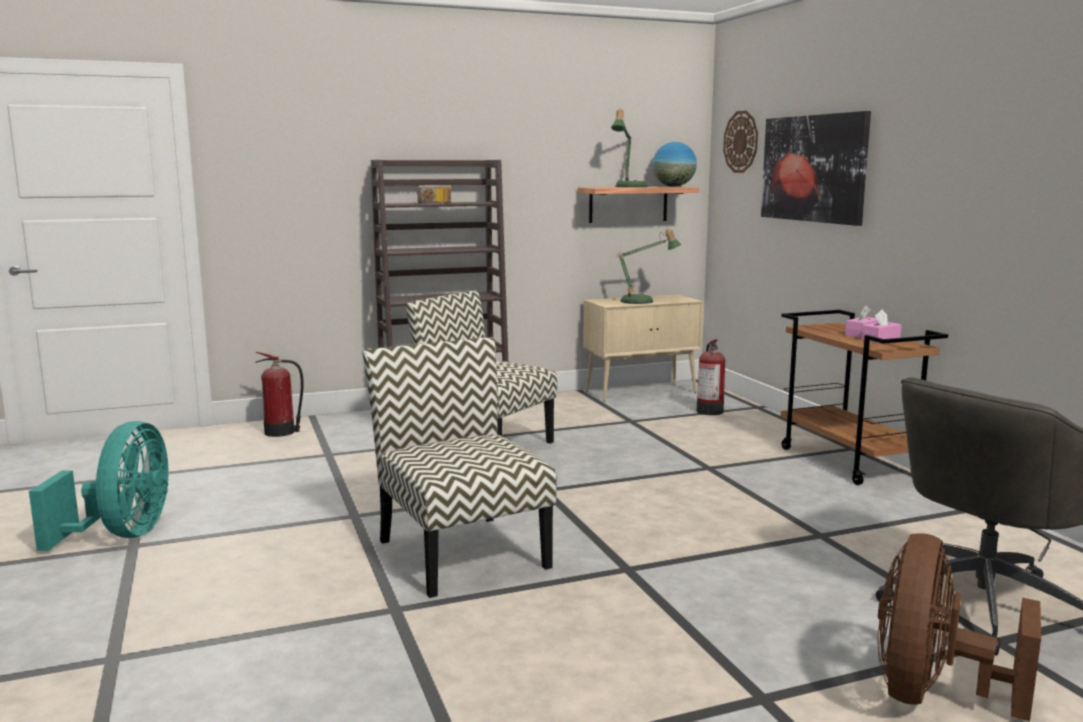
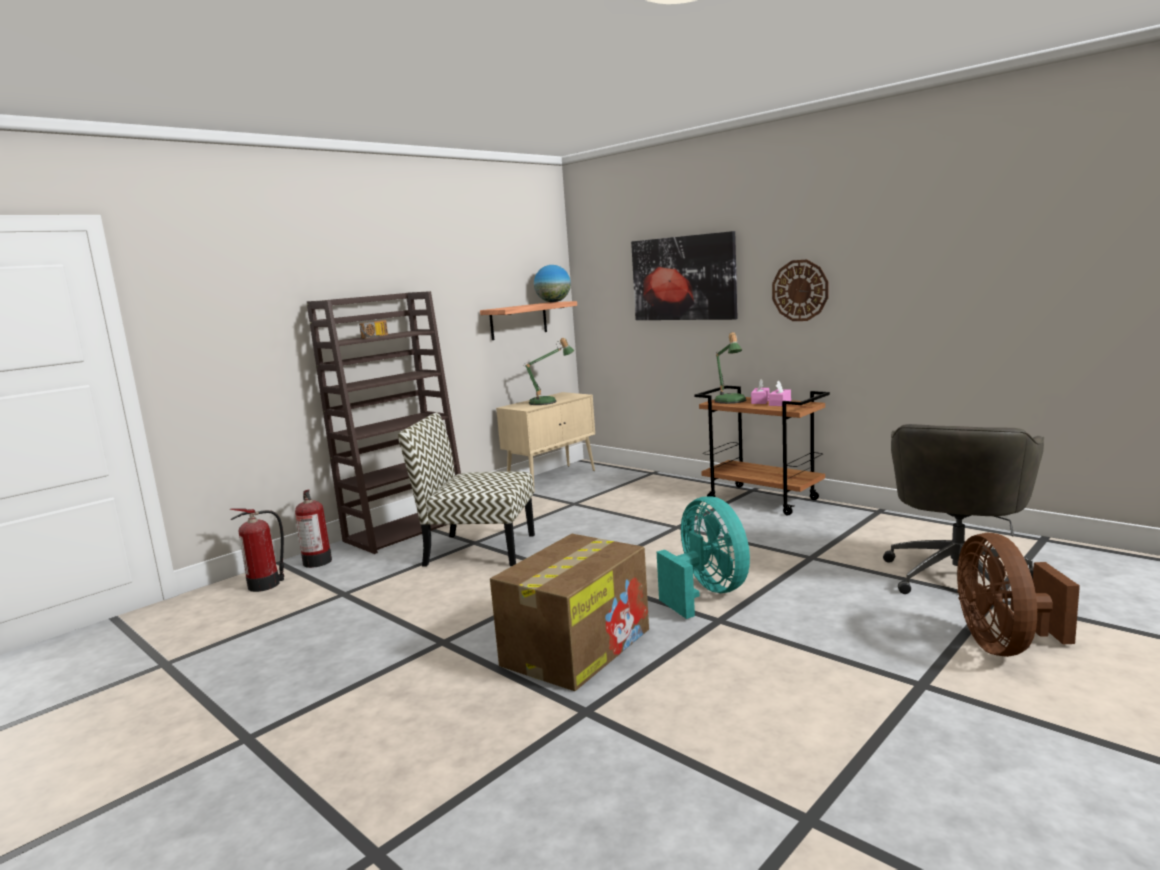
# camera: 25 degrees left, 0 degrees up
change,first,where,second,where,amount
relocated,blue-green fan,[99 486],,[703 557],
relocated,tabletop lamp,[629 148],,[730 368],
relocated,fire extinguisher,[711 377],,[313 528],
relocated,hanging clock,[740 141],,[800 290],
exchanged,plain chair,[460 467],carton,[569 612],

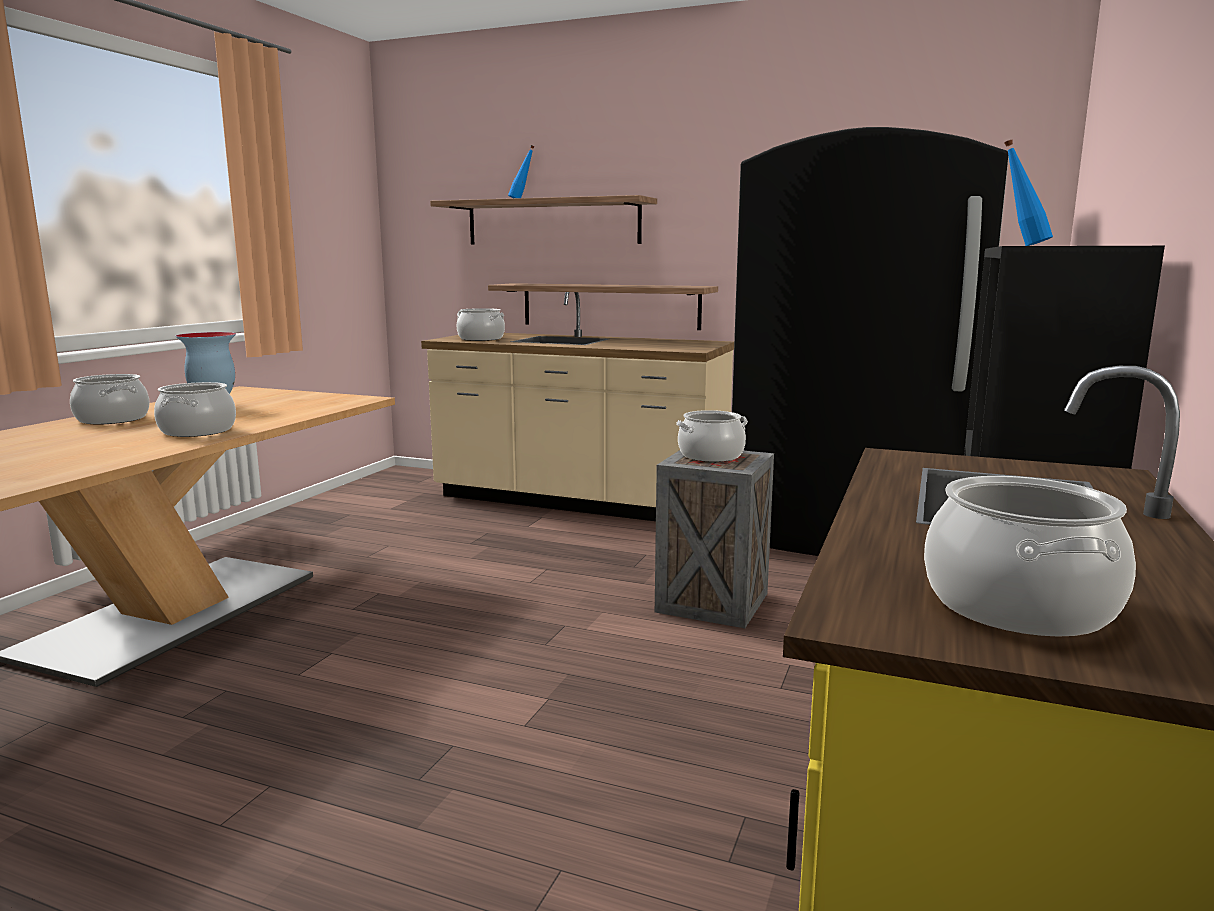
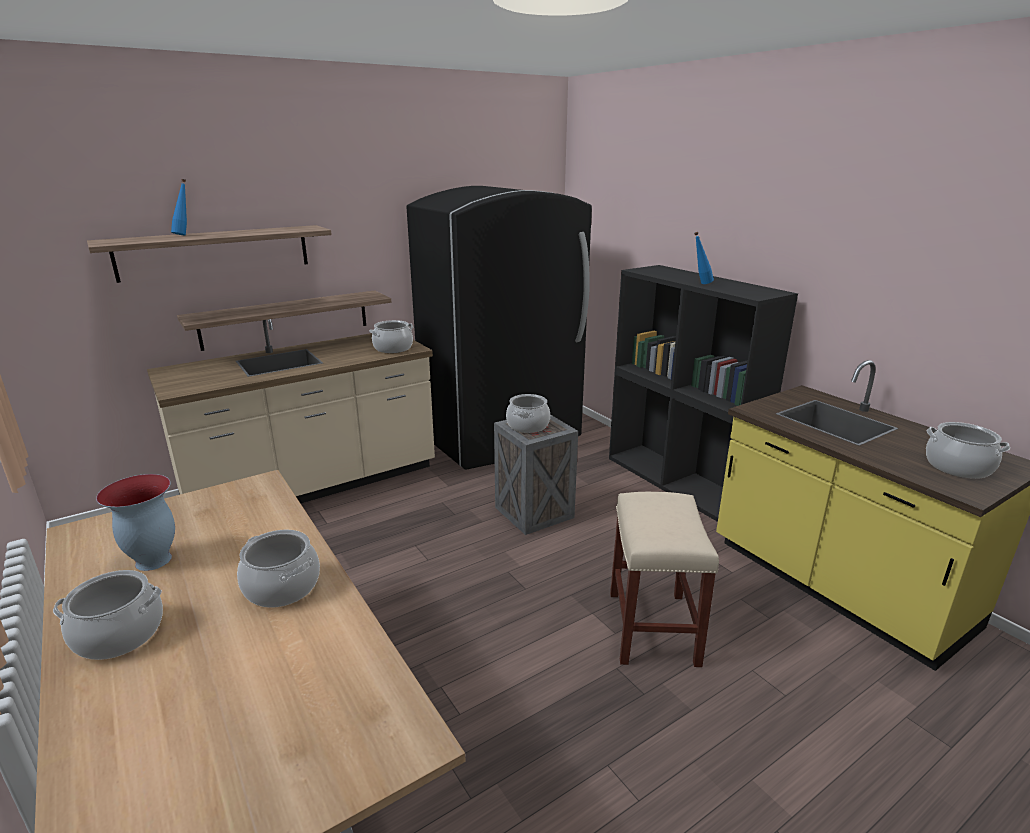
# camera: 55 degrees left, 10 degrees up
change,first,where,second,where,amount
appeared,,,sand-coloured sitting stool,[664 579],
relocated,saucepot,[481 324],,[391 336],

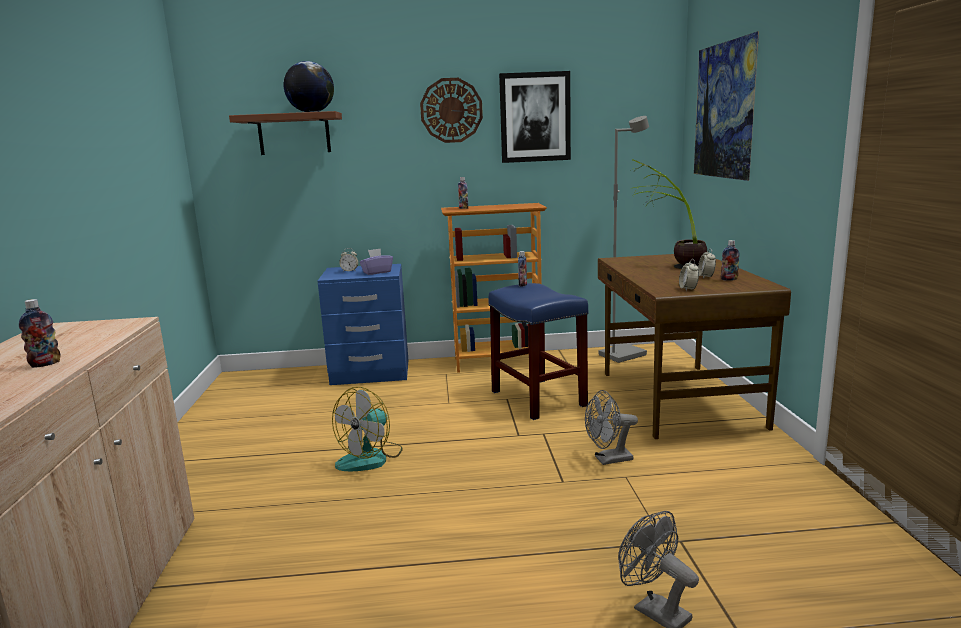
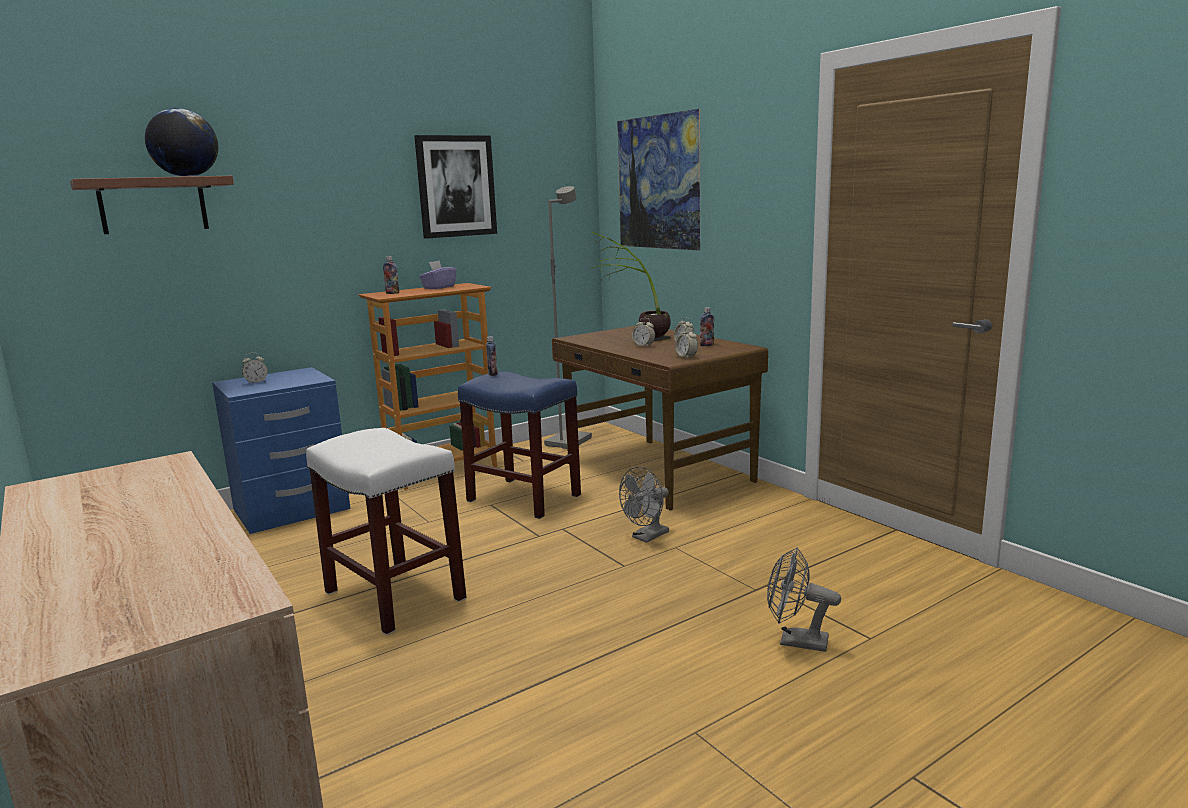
# camera: 30 degrees left, 0 degrees up
change,first,where,second,where,amount
missing,drink bottle,[40 333],,,
missing,hanging clock,[451 110],,,
appeared,,,bedside clock,[643 332],
relocated,purple tissue holder,[376 261],,[437 274],
exchanged,fan,[367 429],white sitting stool,[386 531],

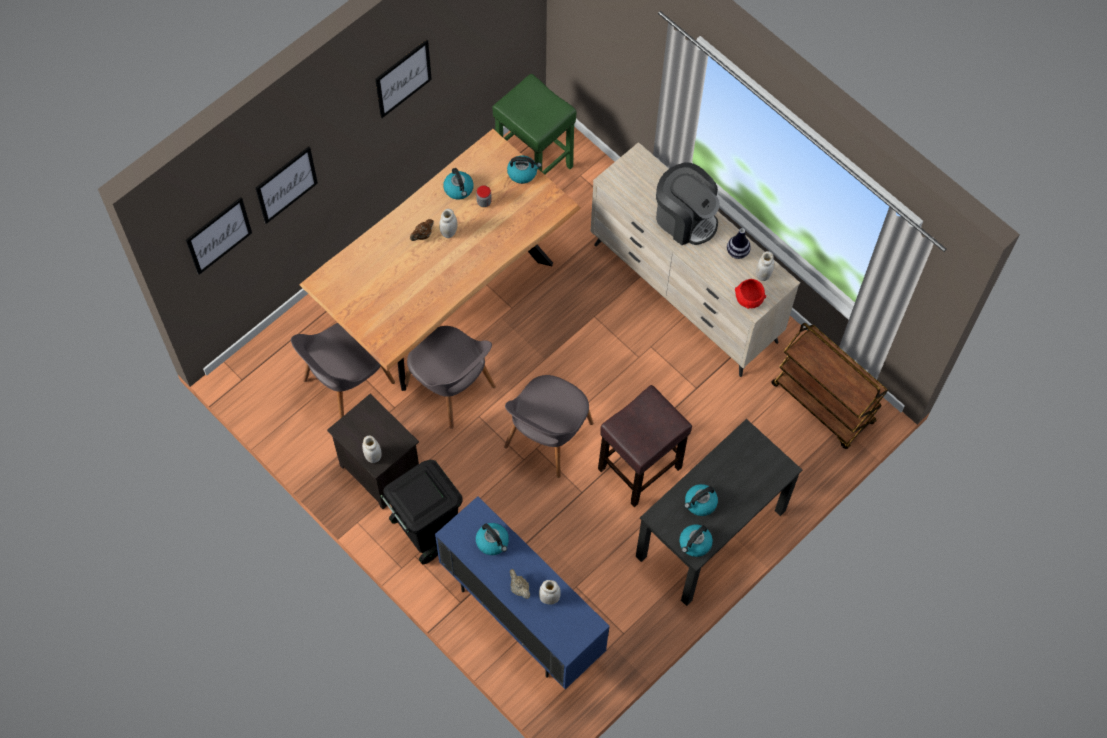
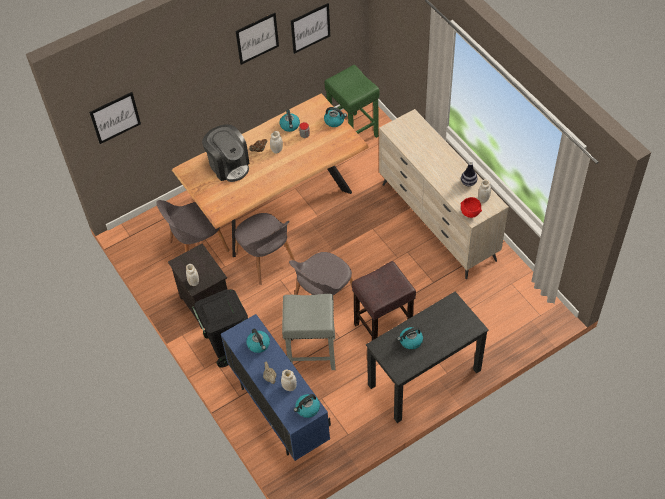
# camera: 15 degrees right, 10 degrees down
change,first,where,second,where,amount
missing,brown trolley,[829 386],,,
appeared,,,grey sitting stool,[308 332],
relocated,wall art,[287 185],,[310 28],
relocated,coffee maker,[688 203],,[225 153],
relocated,kettle,[696 540],,[307 406],

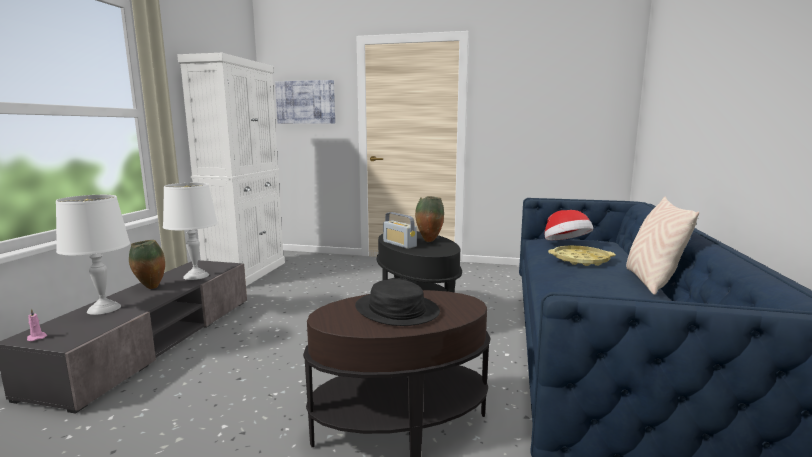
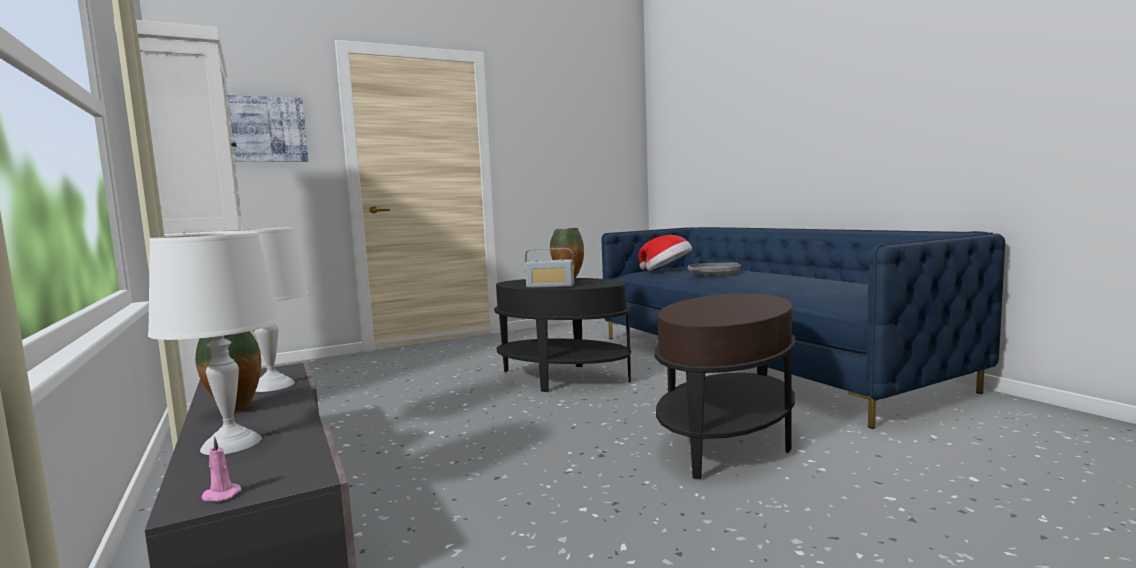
# camera: 40 degrees left, 5 degrees down
change,first,where,second,where,amount
missing,blackish clothing hat,[397 302],,,
missing,sand-coloured throw pillow,[662 246],,,
colour,yellow tray,[582 255],grey tray,[714 269],

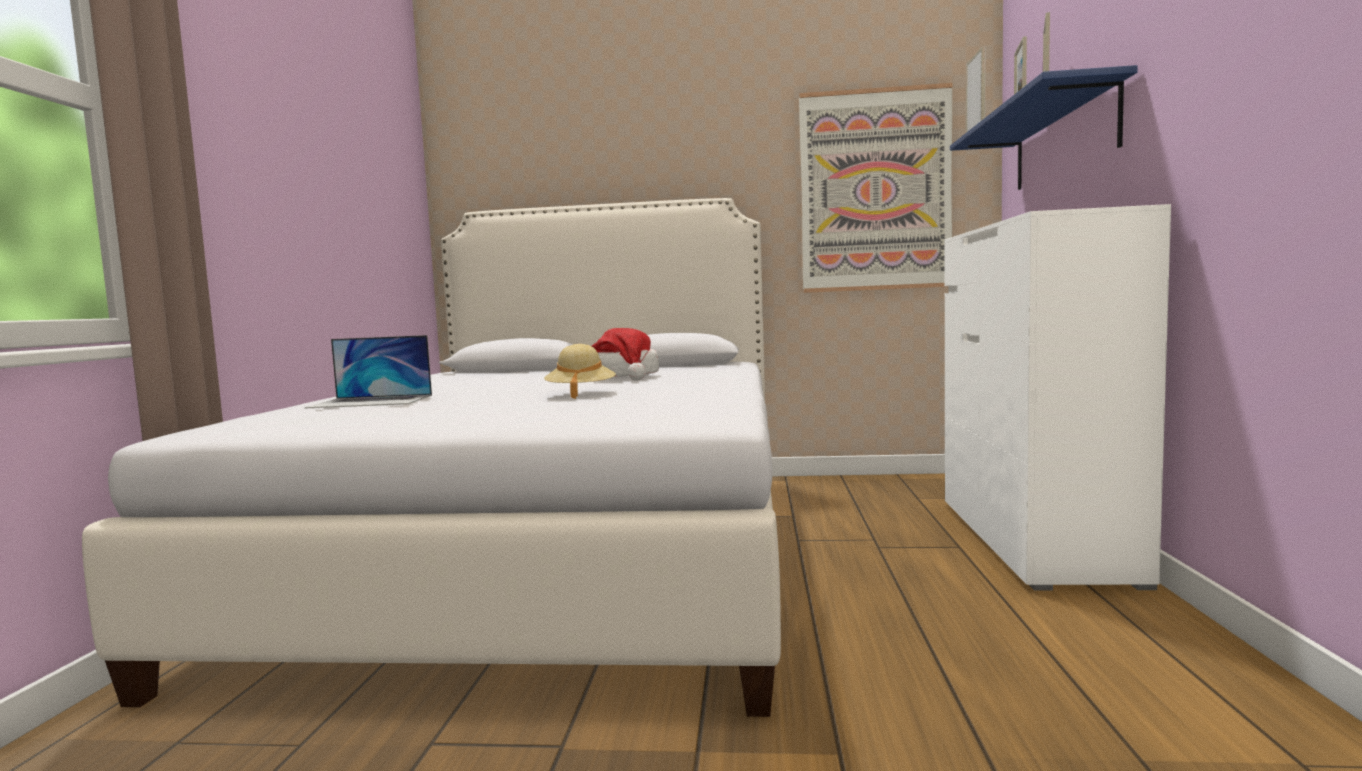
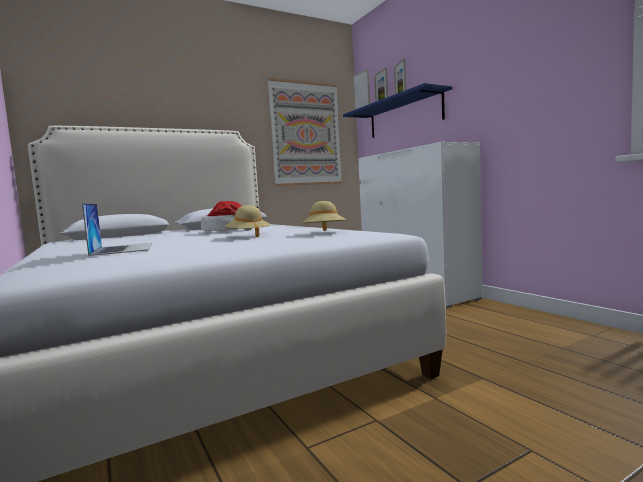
# camera: 35 degrees left, 0 degrees up
change,first,where,second,where,amount
appeared,,,sand-coloured clothing hat,[324 216],
spun,notebook computer,[368 371],,[117 229],75 degrees counterclockwise

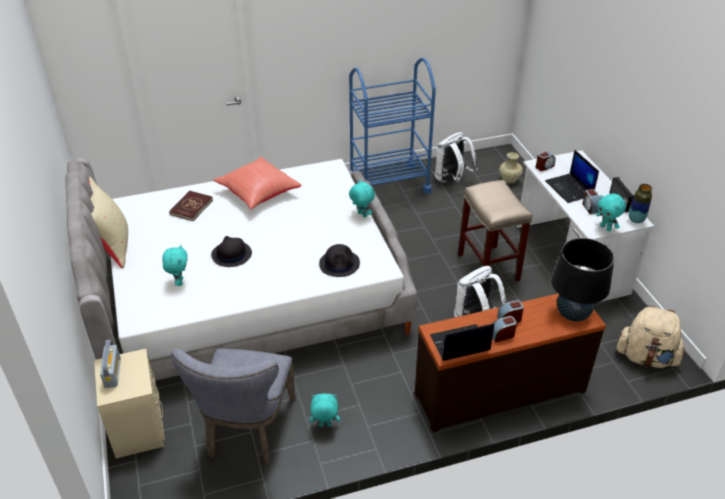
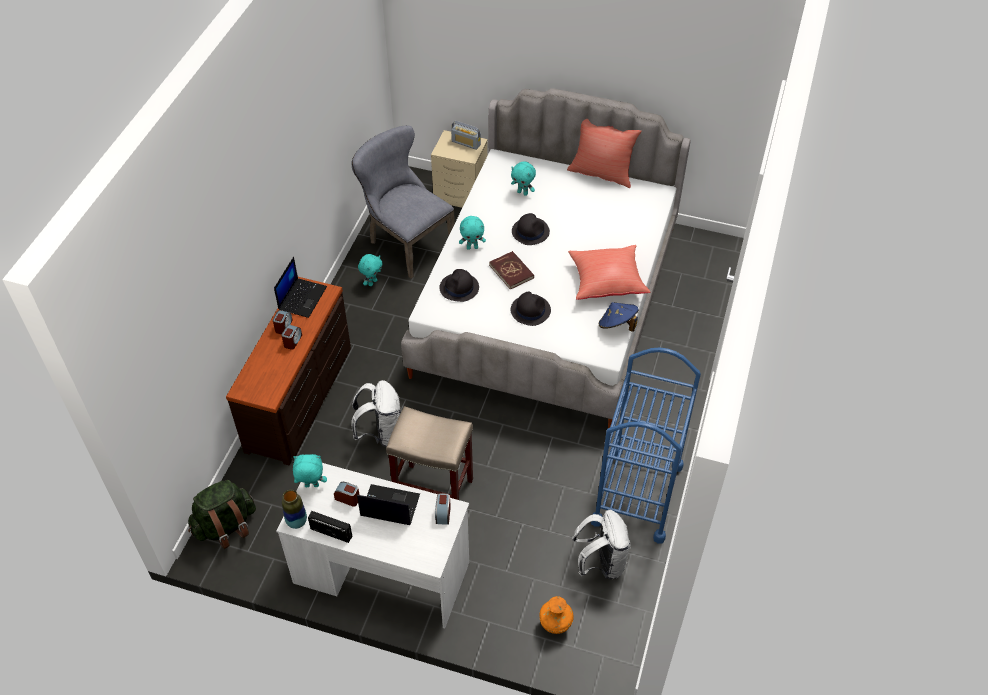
# camera: 125 degrees right, 10 degrees up
change,first,where,second,where,amount
missing,blackish tabletop lamp,[582 279],,,
appeared,,,blackish clothing hat,[531 308],
appeared,,,bluish clothing hat,[619 317],
relocated,reddish book,[191 206],,[511 270],
relocated,blue-green plush toy,[362 199],,[472 233],
colour,sand-coloured throw pillow,[108 222],reddish throw pillow,[604 153],
colour,sand-coloured flower vase,[511 168],orange-coloured flower vase,[557 615],
colour,sand-coloured knapsack,[651 337],green-coloured knapsack,[222 514],

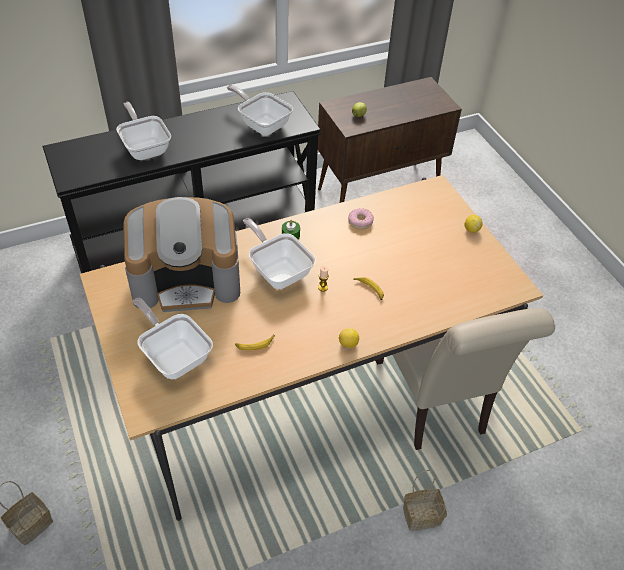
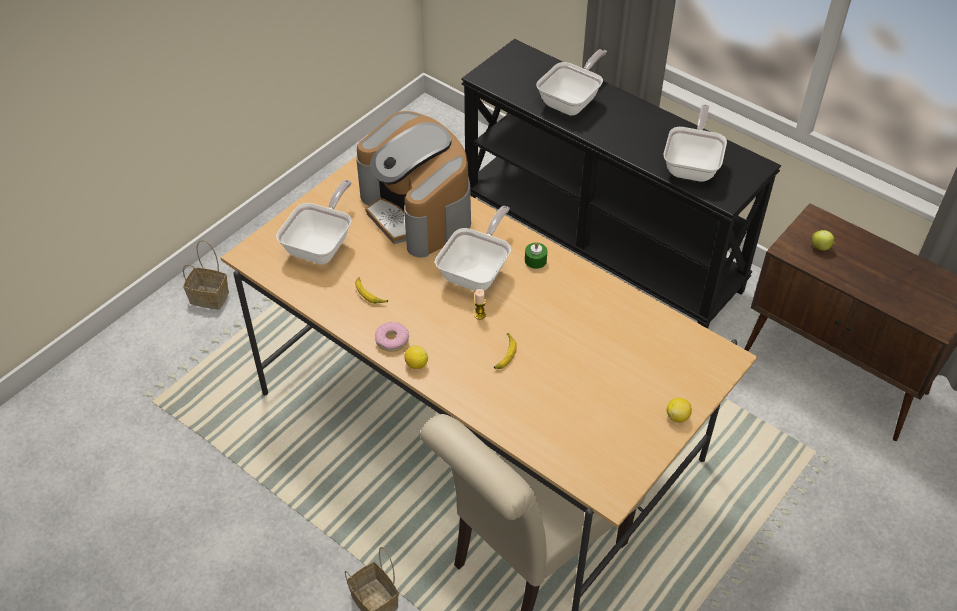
# camera: 65 degrees right, 0 degrees up
change,first,where,second,where,amount
relocated,ring doughnut,[361 219],,[392 337],

